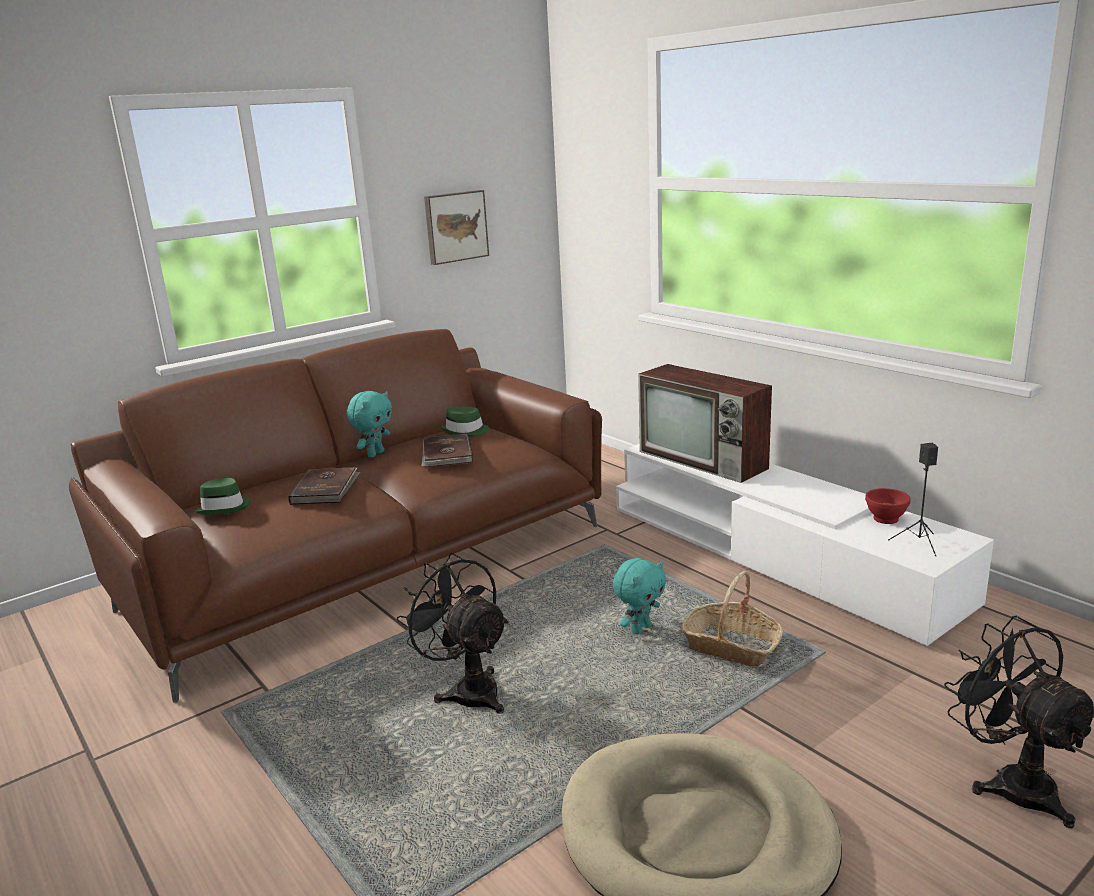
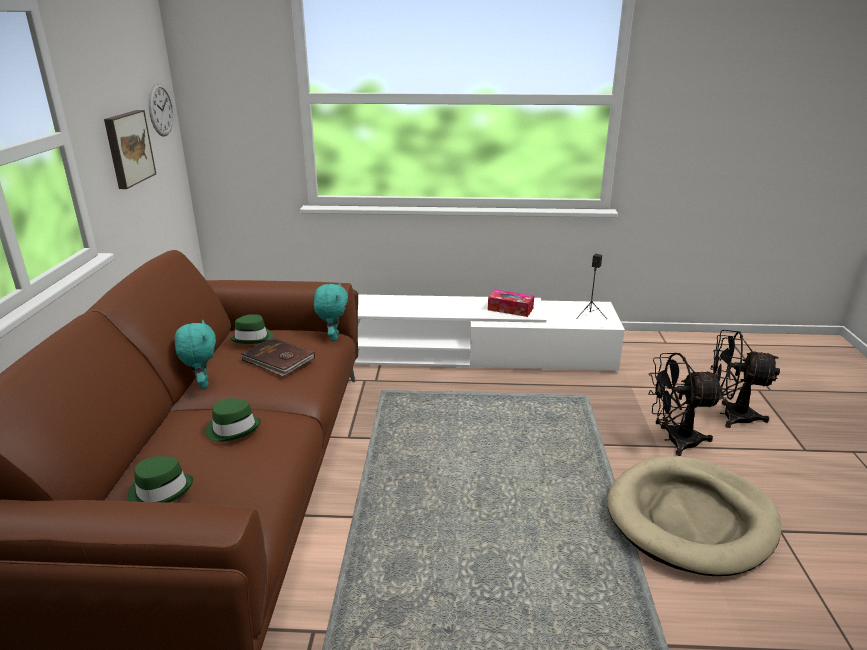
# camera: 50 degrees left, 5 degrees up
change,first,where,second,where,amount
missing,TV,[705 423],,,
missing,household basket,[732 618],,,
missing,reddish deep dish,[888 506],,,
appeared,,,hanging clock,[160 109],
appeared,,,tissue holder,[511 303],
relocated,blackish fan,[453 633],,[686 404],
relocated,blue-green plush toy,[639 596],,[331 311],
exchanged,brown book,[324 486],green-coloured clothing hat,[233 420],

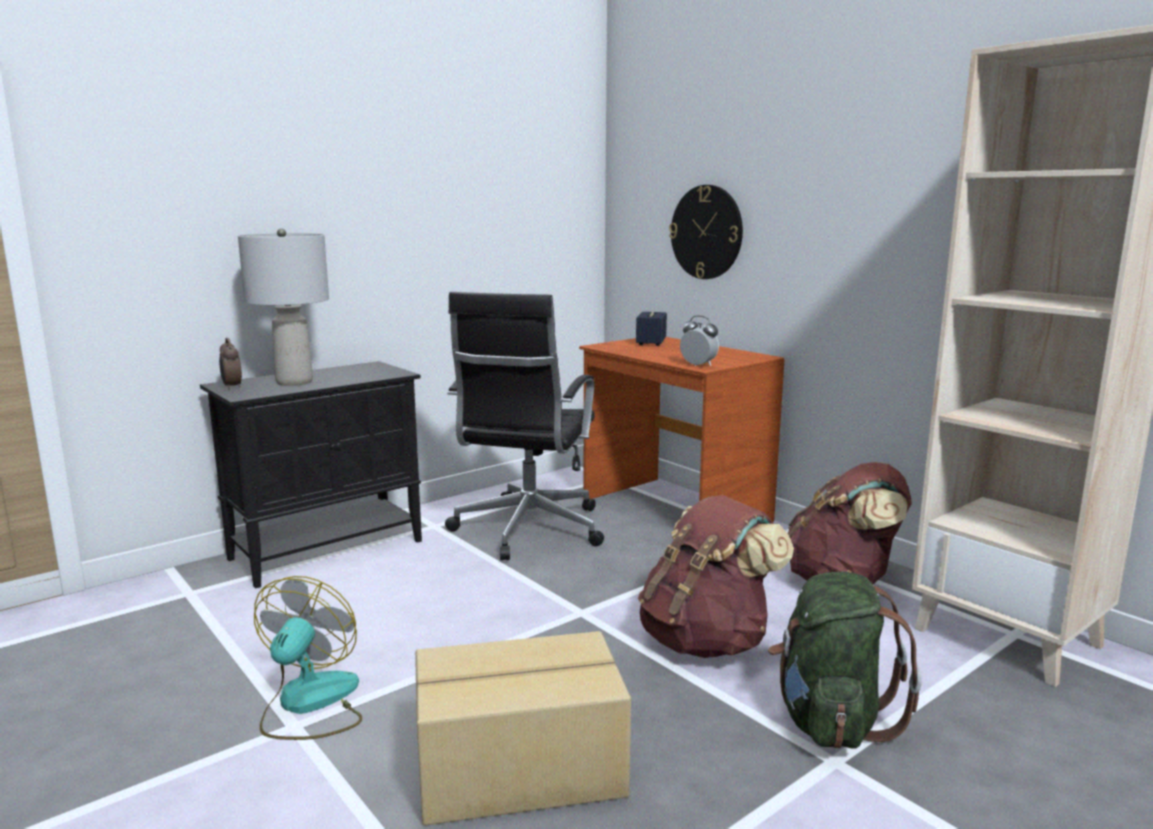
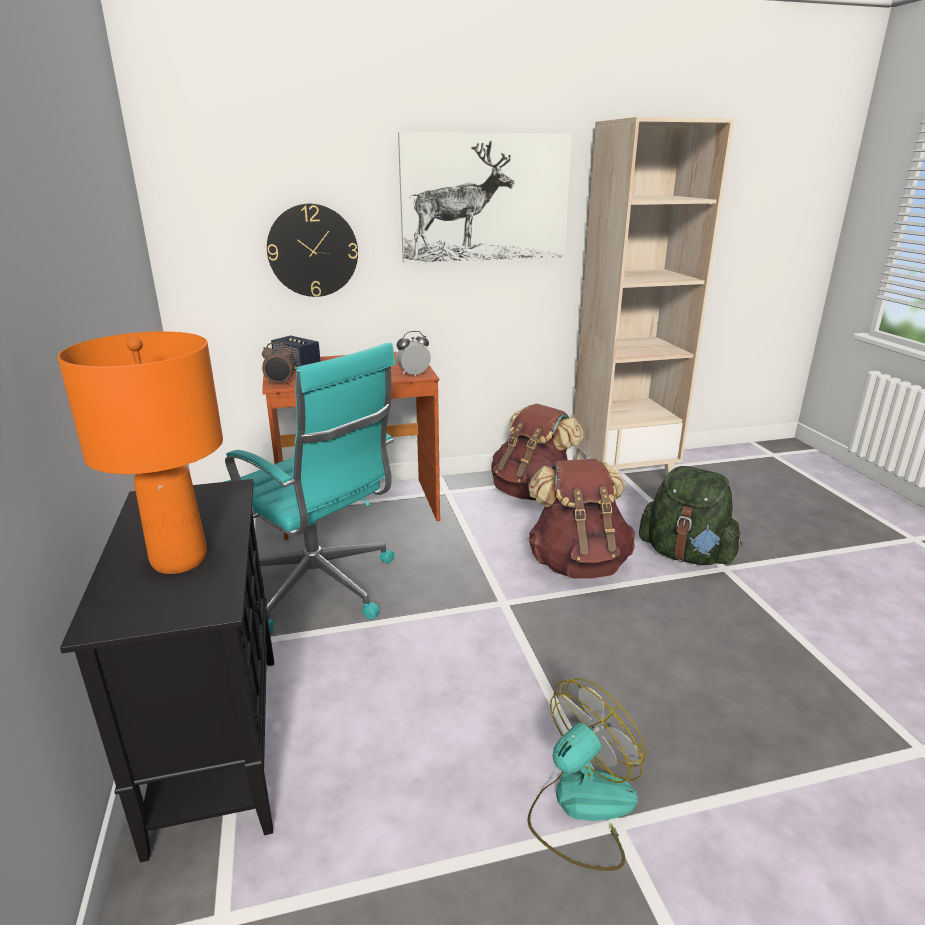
# camera: 65 degrees left, 10 degrees up
change,first,where,second,where,amount
missing,carton,[523 728],,,
appeared,,,wall art,[485 197],
relocated,bedside clock,[230 364],,[278 363],
colour,grey tabletop lamp,[283 307],orange-coloured tabletop lamp,[140 452],
colour,blackish office chair,[524 426],blue-green office chair,[309 488],
spun,fan,[308 658],,[586 774],105 degrees clockwise

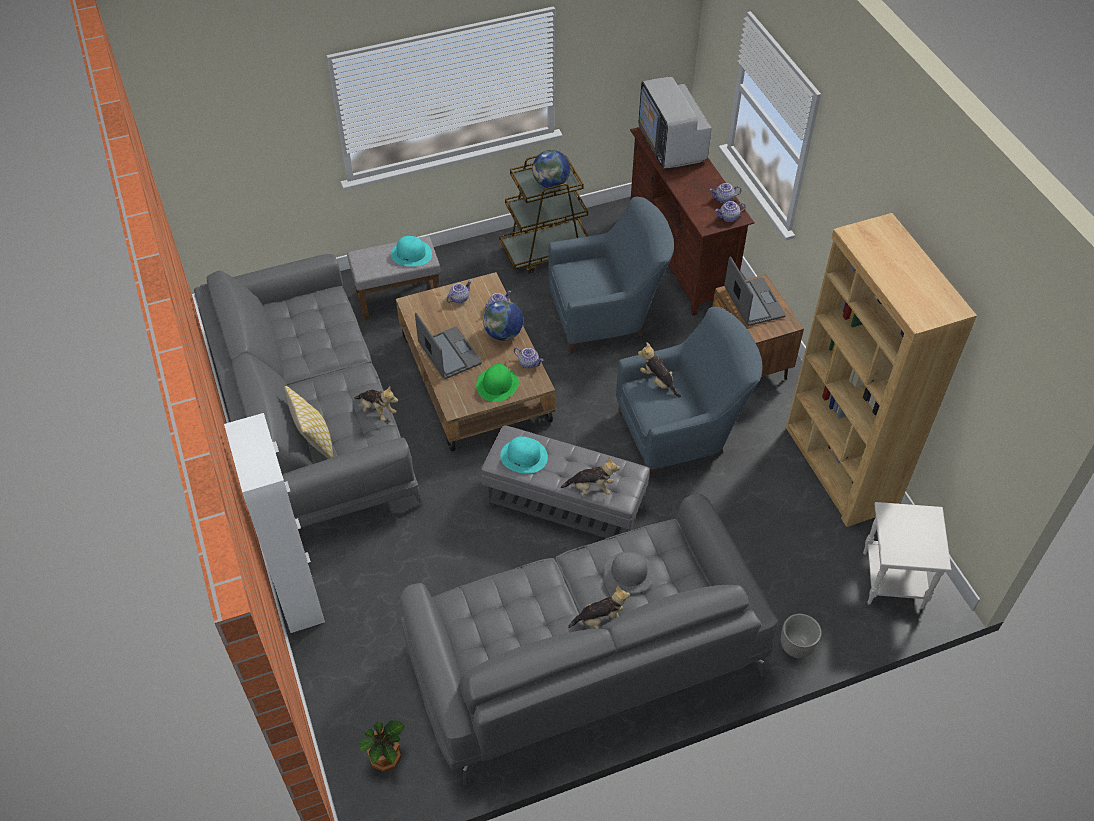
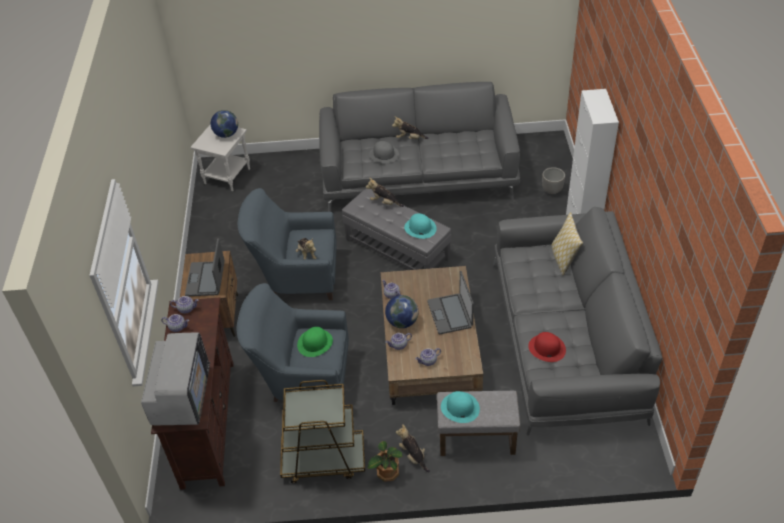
# camera: 160 degrees left, 5 degrees down
change,first,where,second,where,amount
missing,brown shelving unit,[881 370],,,
appeared,,,reddish clothing hat,[547 347],
relocated,plush toy,[376 403],,[413 448],
relocated,potted plant,[382 746],,[384 461],
relocated,green-coloured clothing hat,[497 383],,[315 342],
relocated,world globe,[551 169],,[224 124],
relocated,flower pot,[801 636],,[553 180],

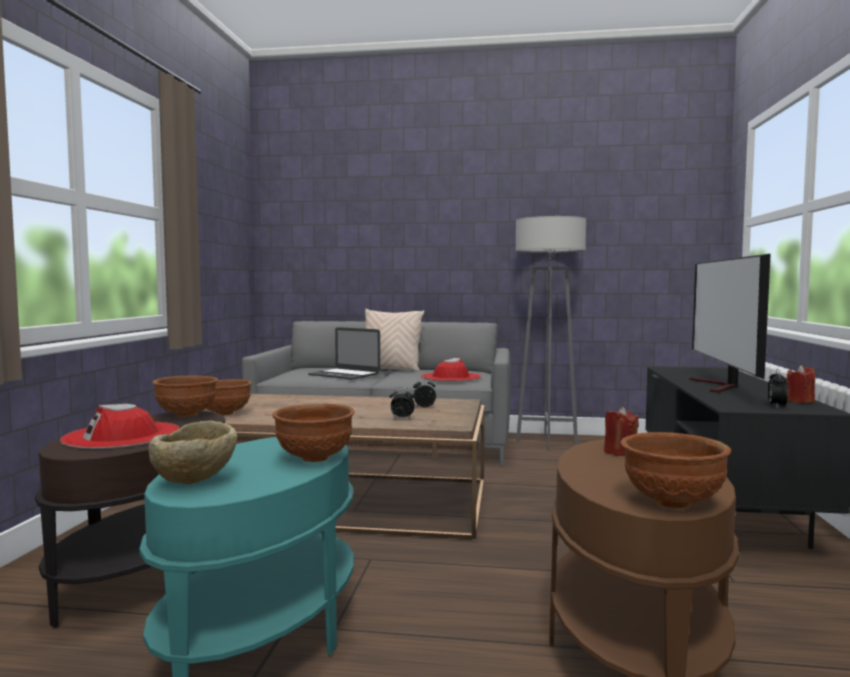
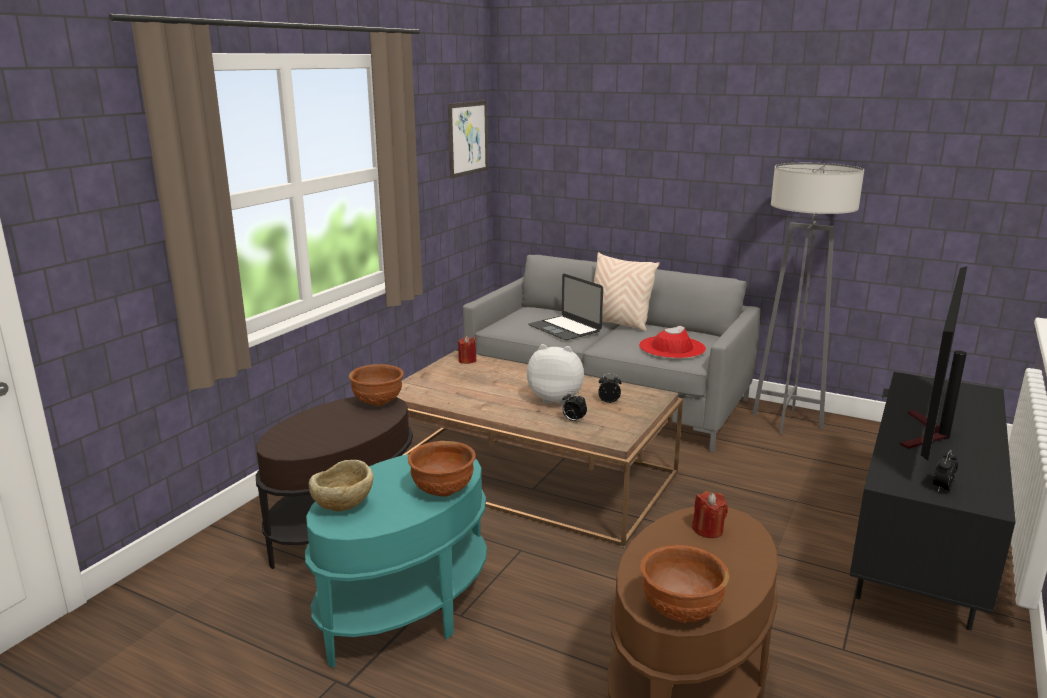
# camera: 20 degrees right, 15 degrees up
change,first,where,second,where,amount
missing,reddish clothing hat,[120 426],,,
missing,brown deep dish,[229 397],,,
appeared,,,wall art,[468 139],
appeared,,,plush toy,[555 374],
relocated,reddish candle,[801 384],,[467 350],

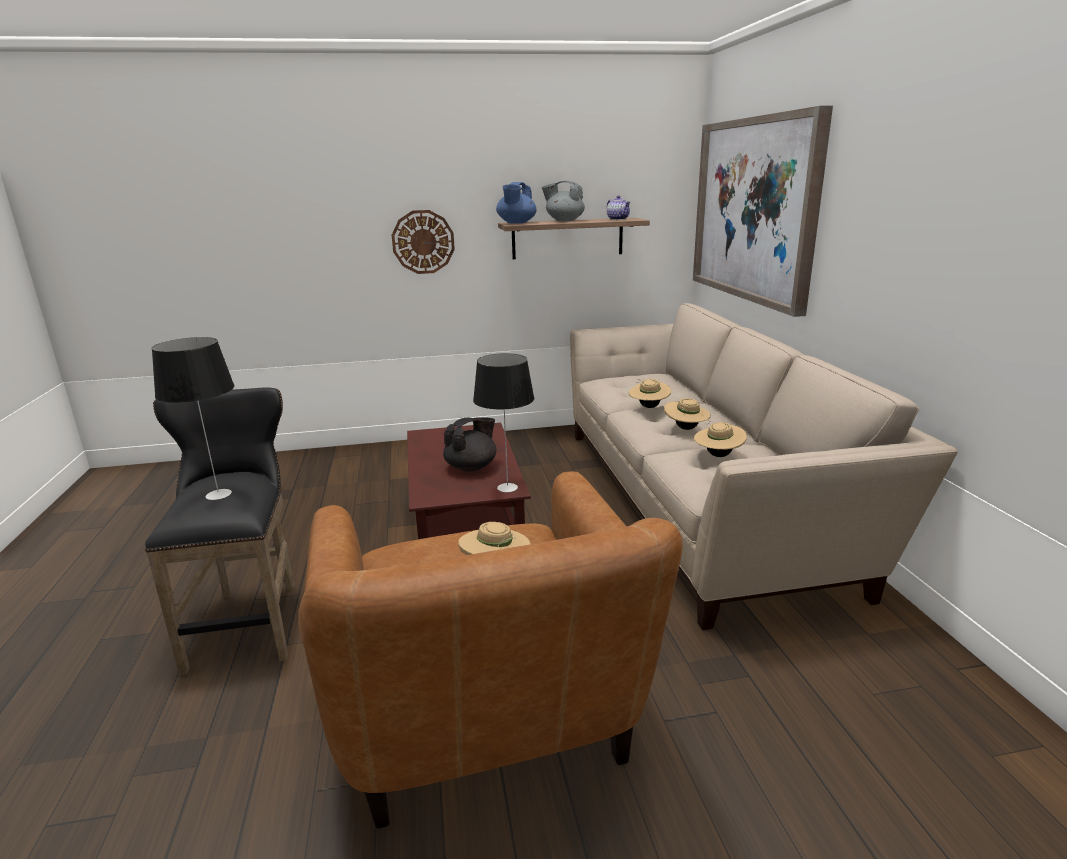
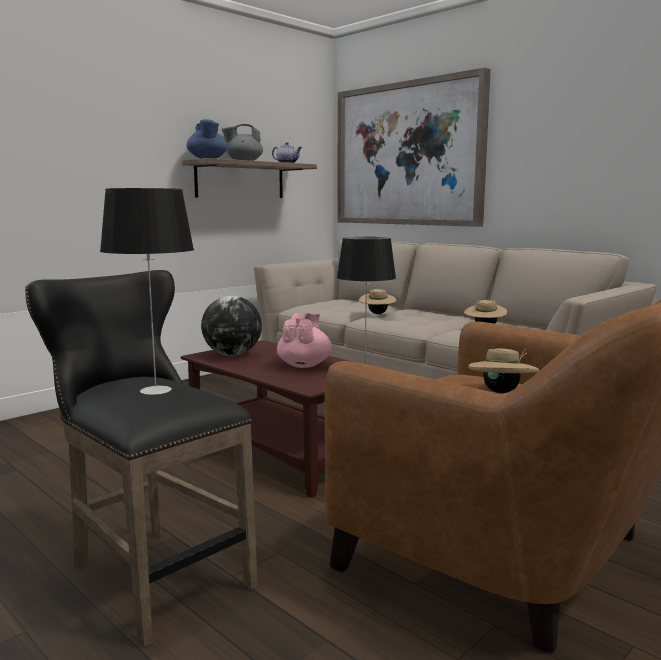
# camera: 35 degrees left, 10 degrees down
change,first,where,second,where,amount
missing,hanging clock,[423 242],,,
missing,sand-coloured clothing hat,[687 414],,,
appeared,,,world globe,[231 326],
colour,blackish pot for tea,[469 444],pinkish pot for tea,[304 340],

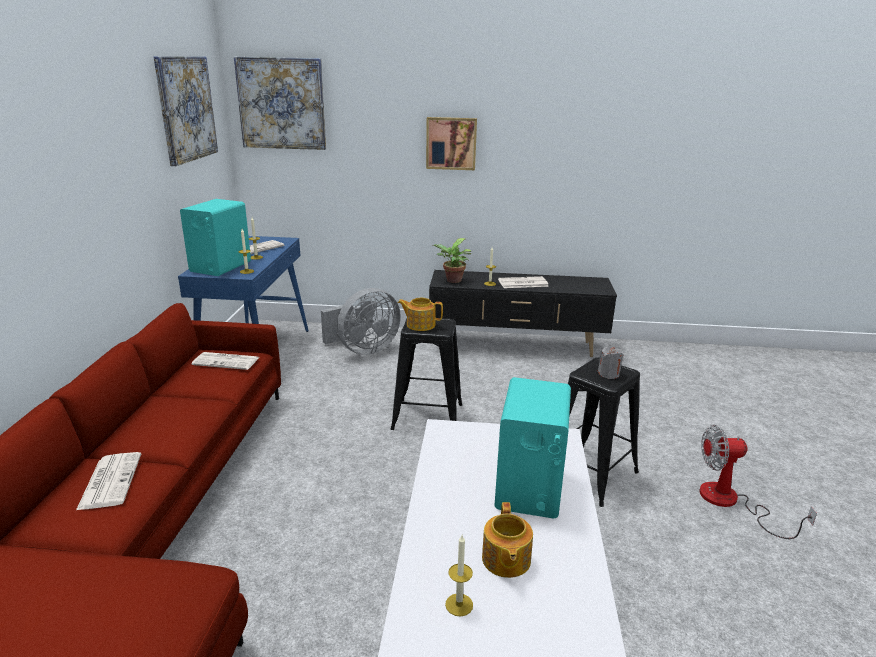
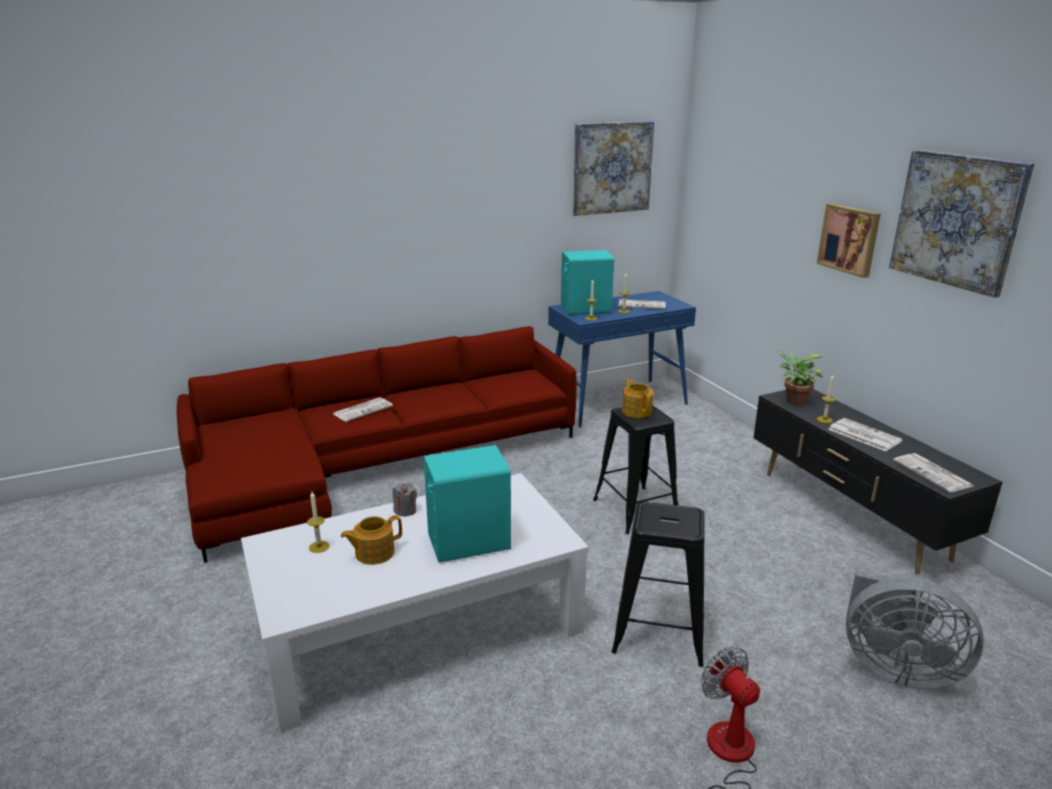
# camera: 60 degrees right, 0 degrees up
change,first,where,second,where,amount
relocated,printed paper,[225 361],,[933 472],
relocated,wall art,[280 103],,[961 224],
relocated,grey fan,[361 321],,[915 629],
relocated,grey candle,[611 363],,[405 499],

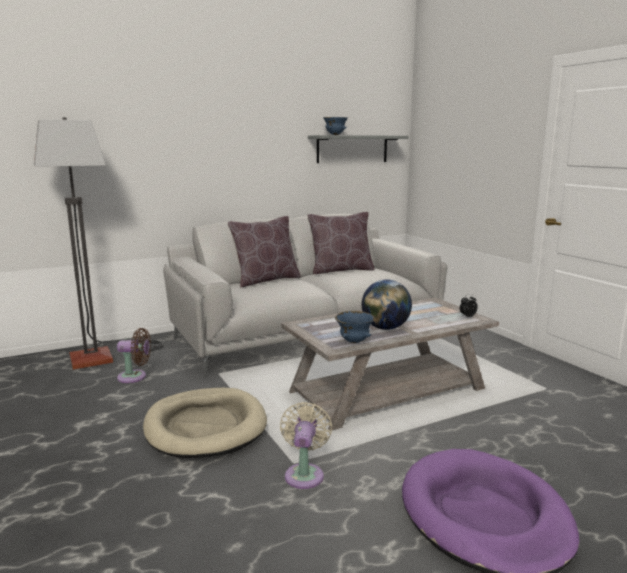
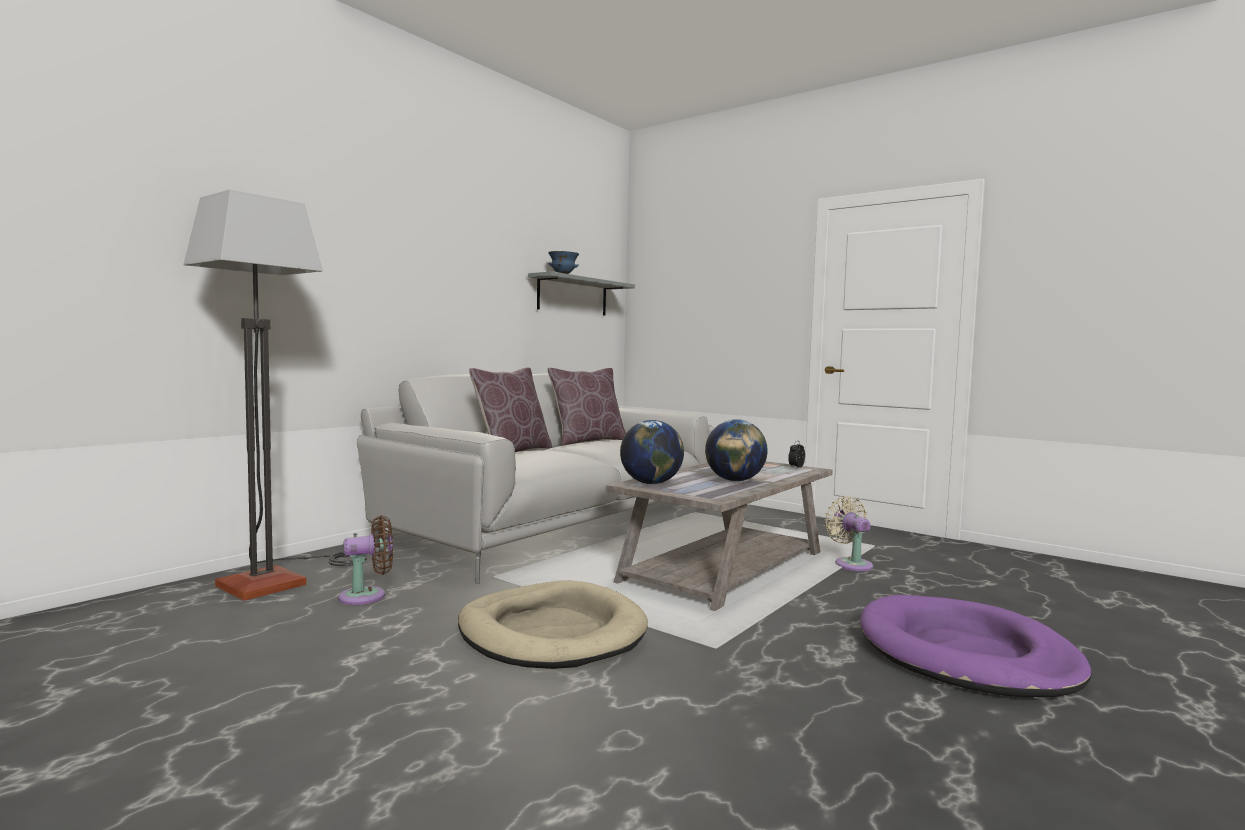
# camera: 25 degrees left, 10 degrees down
change,first,where,second,where,amount
missing,bluish deep dish,[355 327],,,
appeared,,,world globe,[652 452],
relocated,sand-coloured fan,[306 445],,[848 533],

